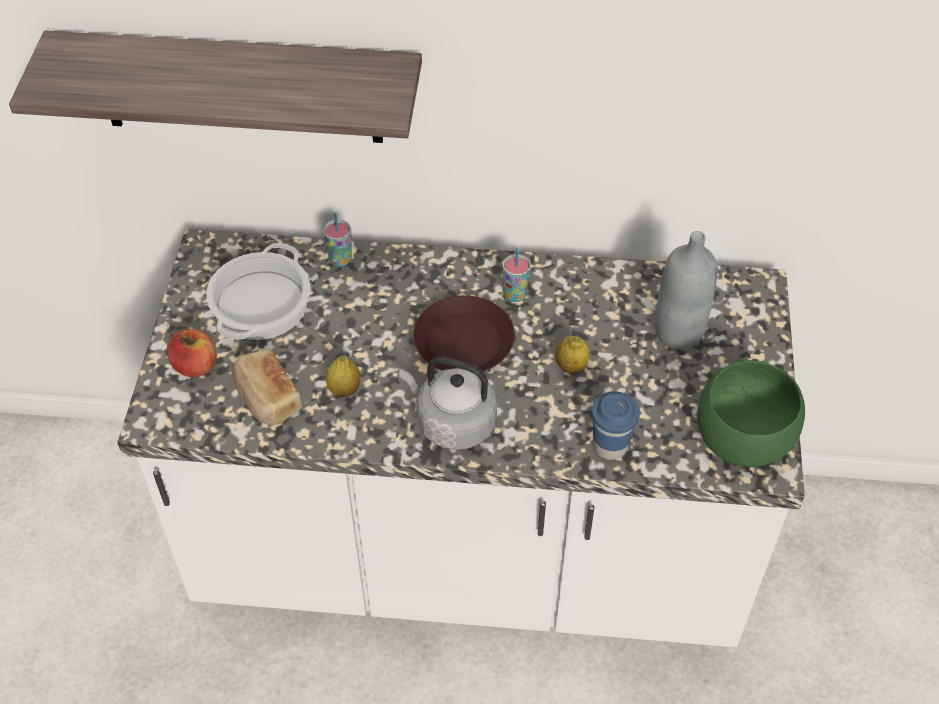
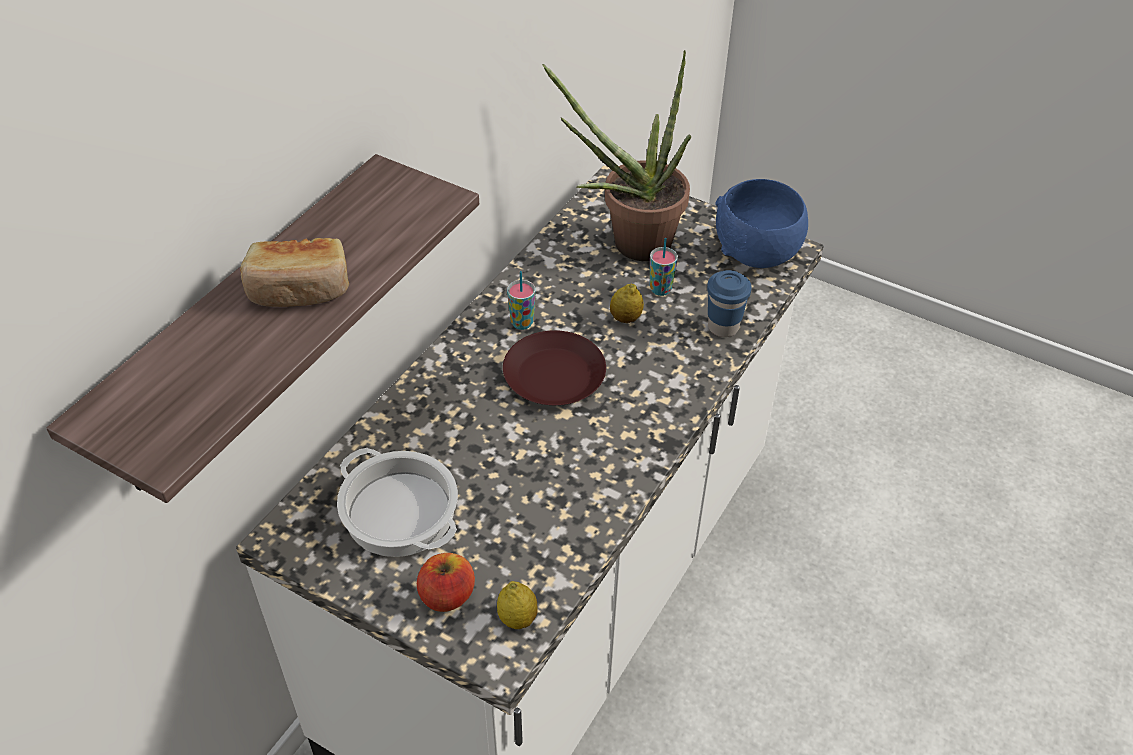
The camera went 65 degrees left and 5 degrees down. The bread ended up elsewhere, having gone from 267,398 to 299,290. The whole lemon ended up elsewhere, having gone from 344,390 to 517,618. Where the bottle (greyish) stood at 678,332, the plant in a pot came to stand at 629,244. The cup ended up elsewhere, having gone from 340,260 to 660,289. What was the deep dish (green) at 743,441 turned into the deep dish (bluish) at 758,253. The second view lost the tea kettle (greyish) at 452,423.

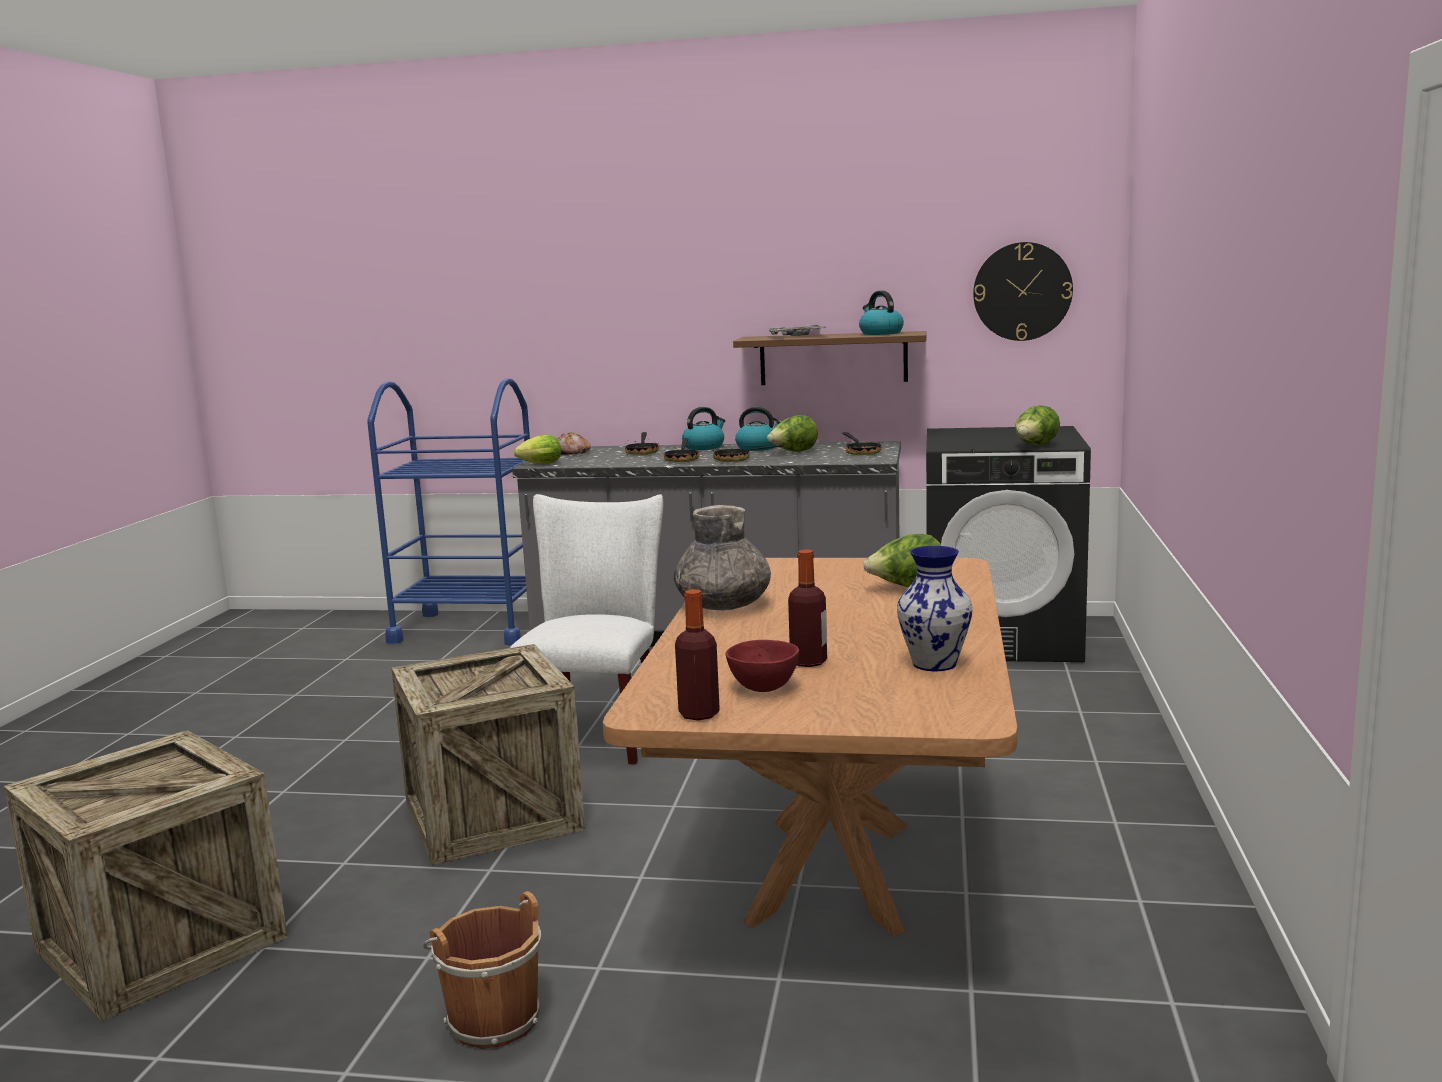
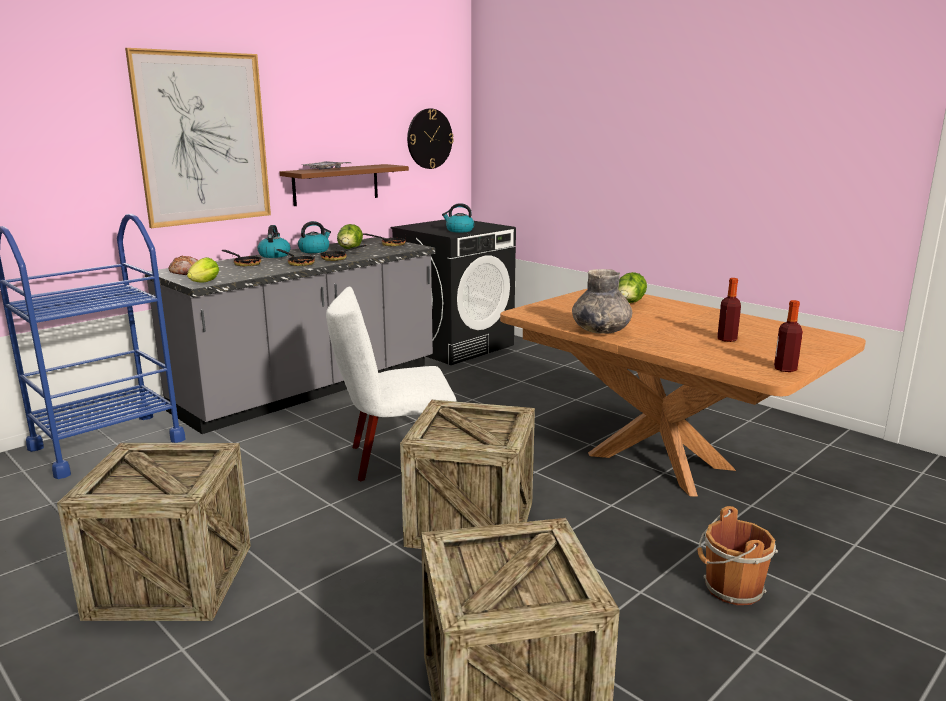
The camera went 55 degrees left and 5 degrees up. The second view gained the packing crate at 172,580. The second view gained the picture at 203,139. The chair (white-coloured) at 598,731 ended up facing another way, 60 degrees counterclockwise from before. The tea kettle ended up elsewhere, having gone from 880,333 to 459,230. The second view lost the deep dish (red-coloured) at 762,689. The second view lost the decorative vase at 934,664. The second view lost the lettuce head at 1035,446.

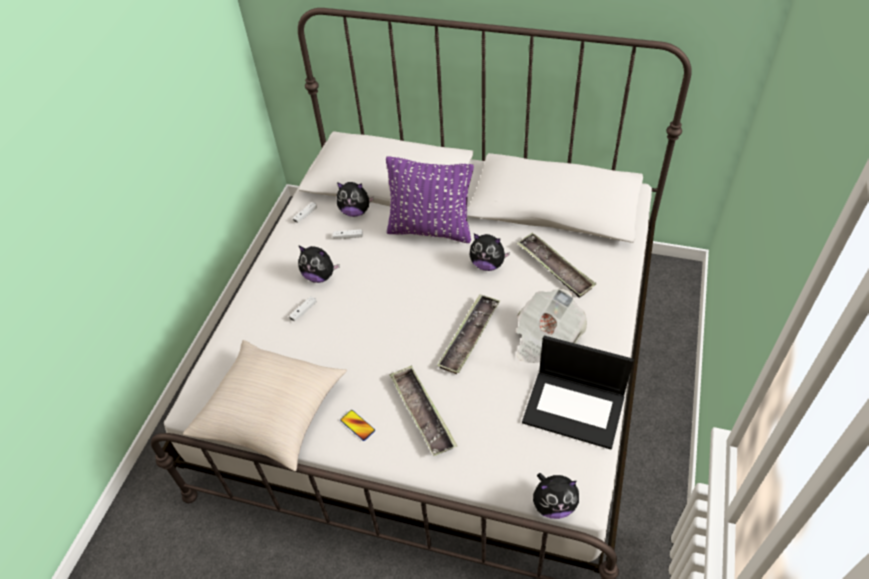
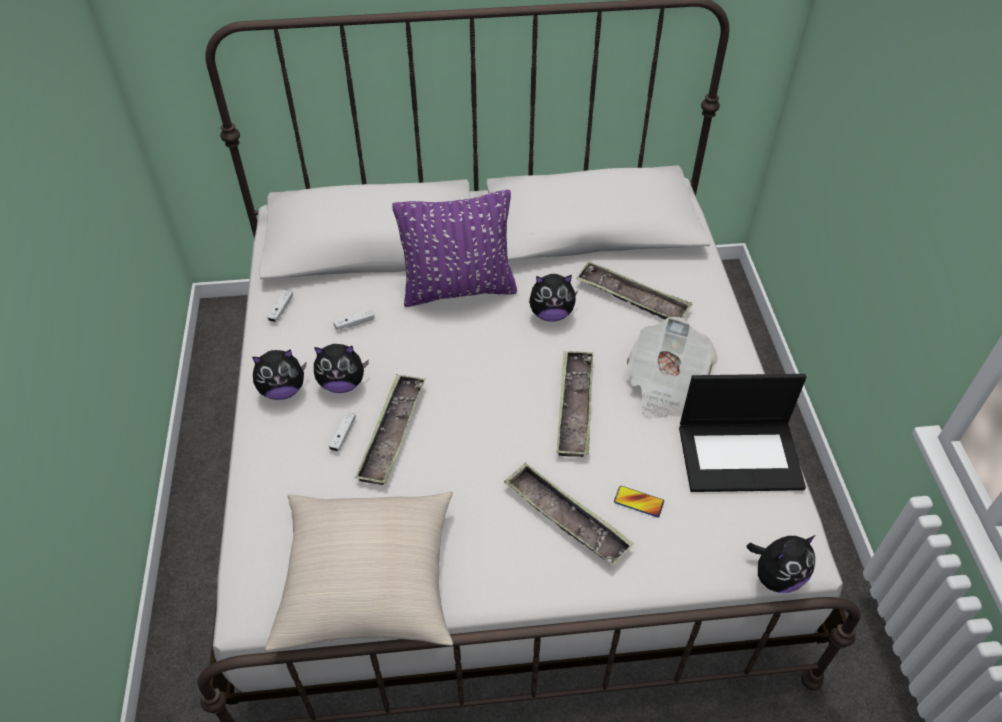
The camera went 25 degrees left and 0 degrees up. The cuddly toy ended up elsewhere, having gone from 355,211 to 283,390. The second view gained the tray at 392,433. The phone ended up elsewhere, having gone from 357,425 to 638,502.

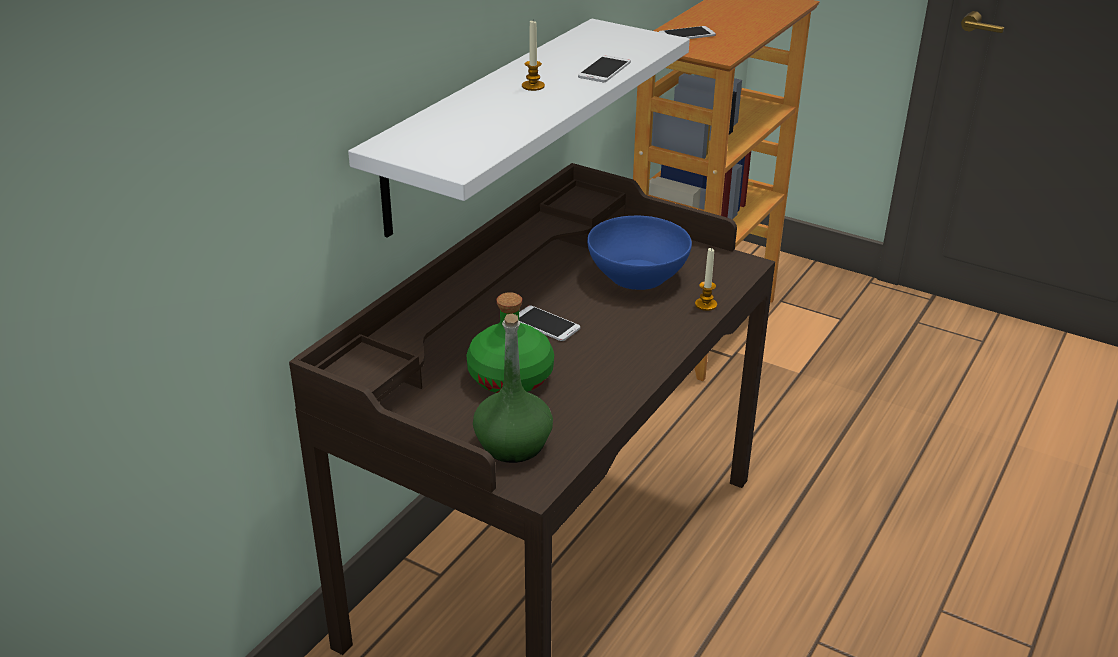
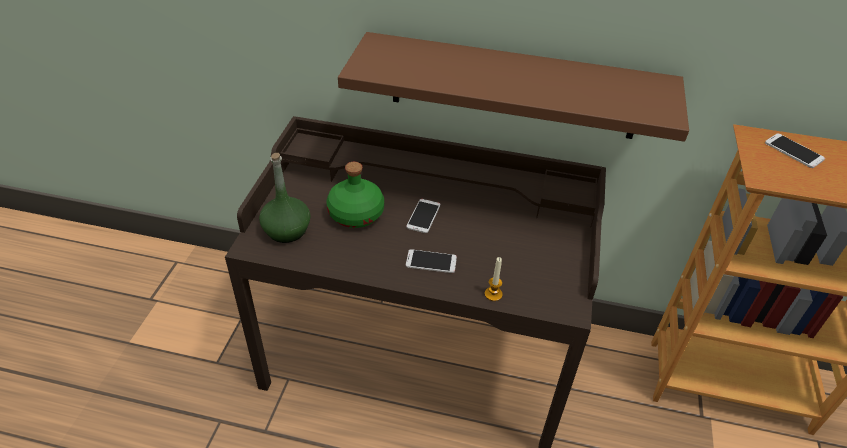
The camera went 70 degrees right and 10 degrees up. What was the bracket shelf (white-coloured) at 486,123 turned into the bracket shelf (brownish) at 514,87. The phone ended up elsewhere, having gone from 604,69 to 431,261. The second view lost the wax candle at 533,86. The second view lost the deep dish (bluish) at 637,275.

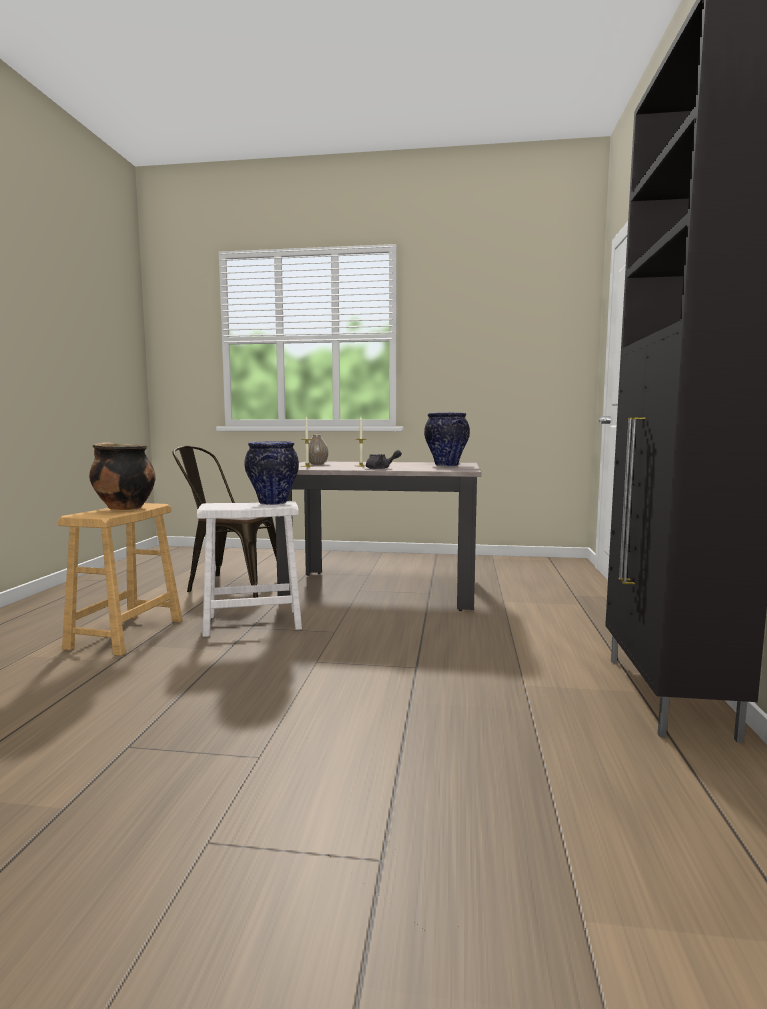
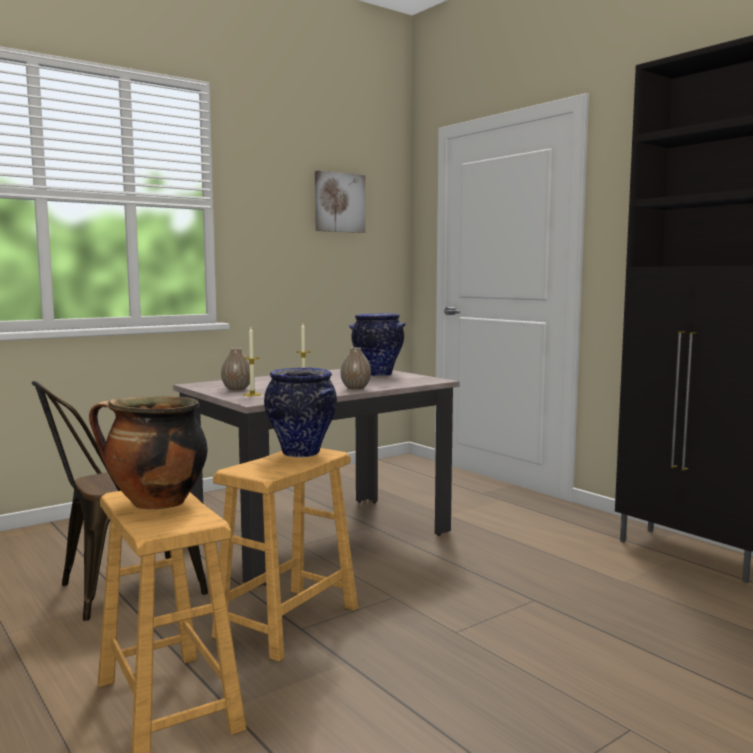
The camera went 45 degrees left and 0 degrees up. What was the sitting stool (white-coloured) at 253,622 turned into the sitting stool (brownish) at 287,622. The second view gained the picture at 339,202. Where the tea pot (greyish) stood at 381,468, the decorative vase came to stand at 355,388.

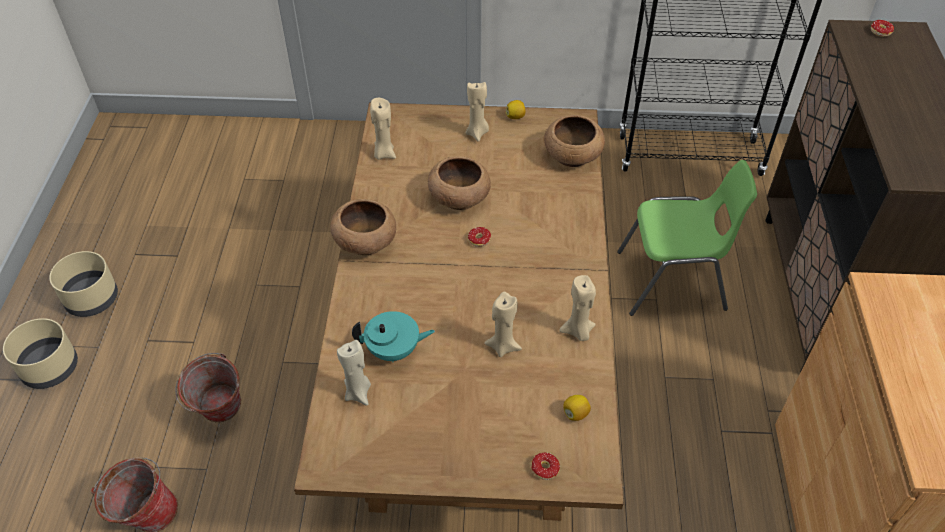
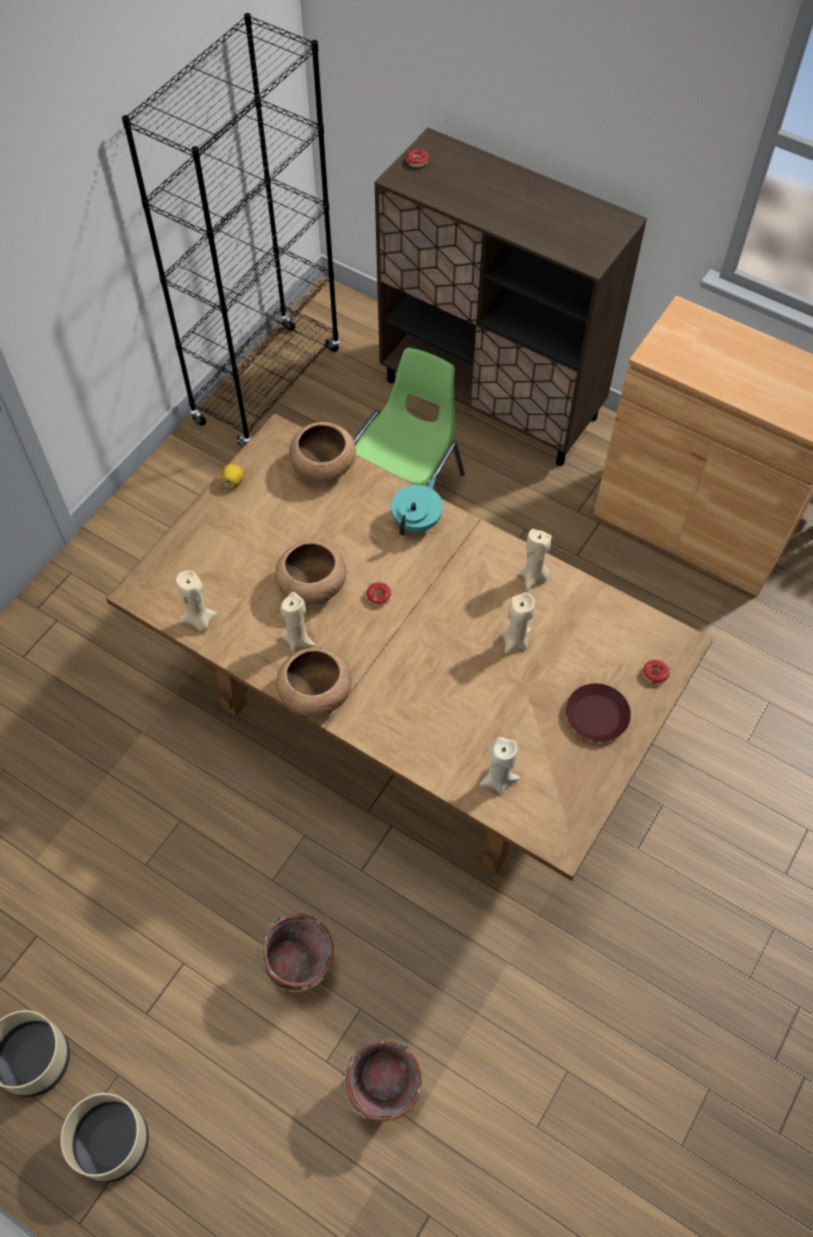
The camera went 60 degrees left and 10 degrees up. The wax candle (beige-coloured) ended up elsewhere, having gone from 477,133 to 298,640. The tea pot (turquoise-coloured) ended up elsewhere, having gone from 394,350 to 417,521. The second view gained the plate (brownish) at 596,715. The second view lost the whole lemon at 575,413.

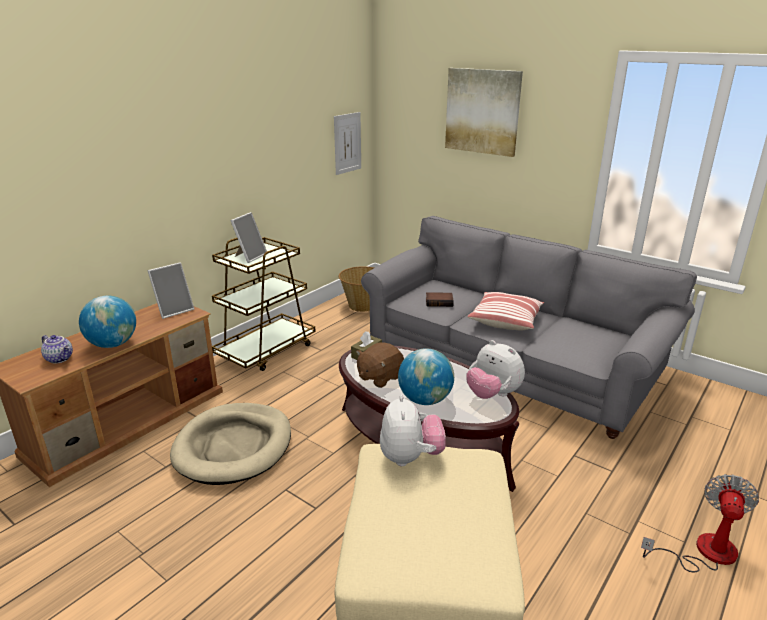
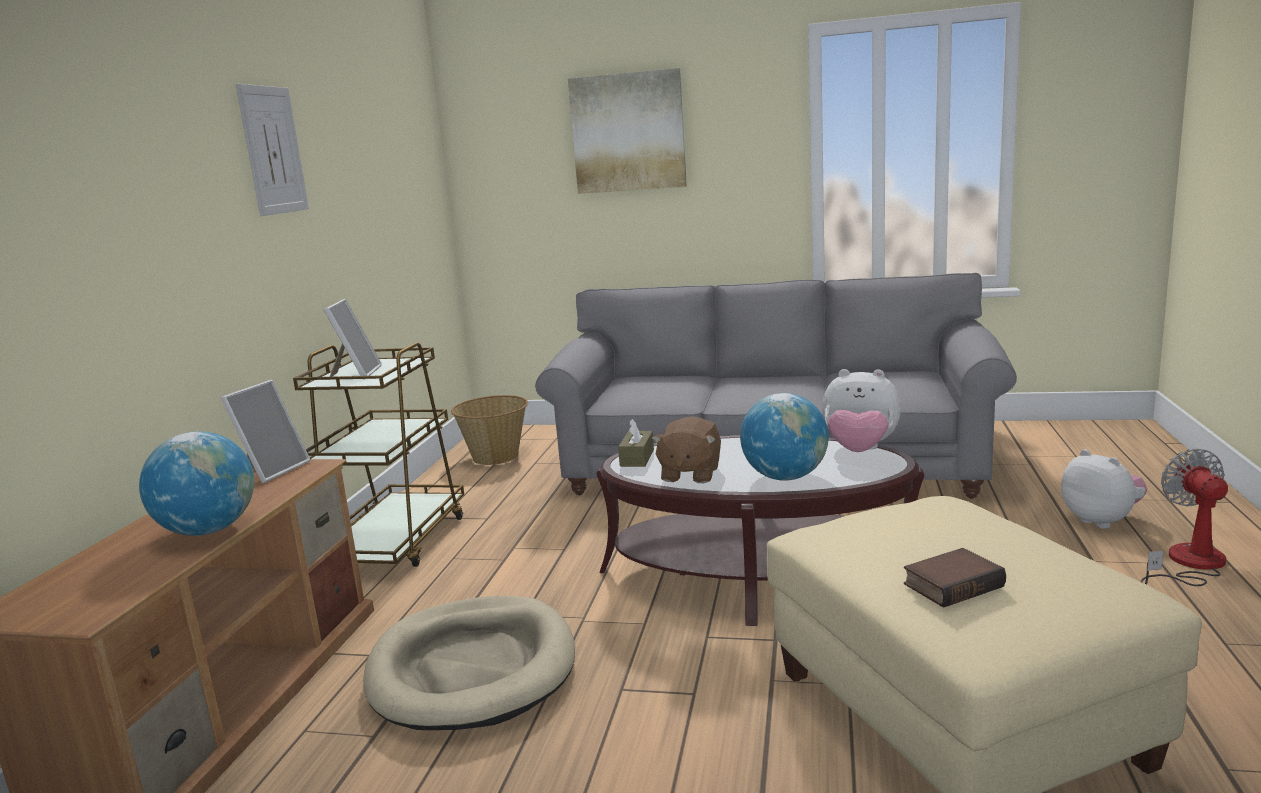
The camera went 25 degrees left and 10 degrees down. The picture ended up elsewhere, having gone from 347,143 to 273,150. The book ended up elsewhere, having gone from 439,302 to 952,584. The cuddly toy ended up elsewhere, having gone from 410,457 to 1101,521. The second view lost the tea pot at 60,358. The second view lost the pillow at 505,320.

